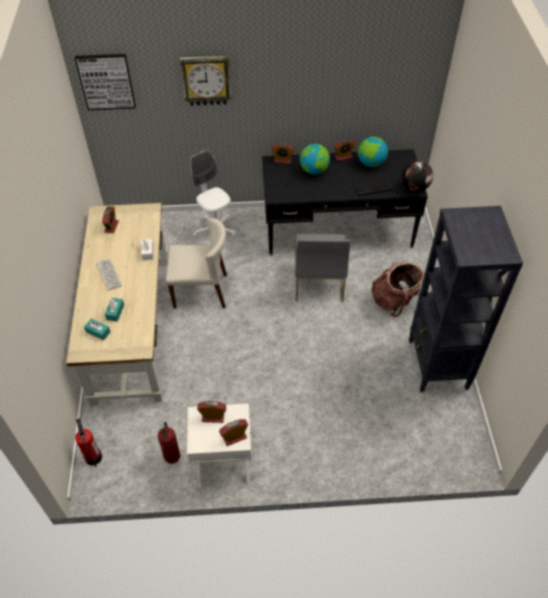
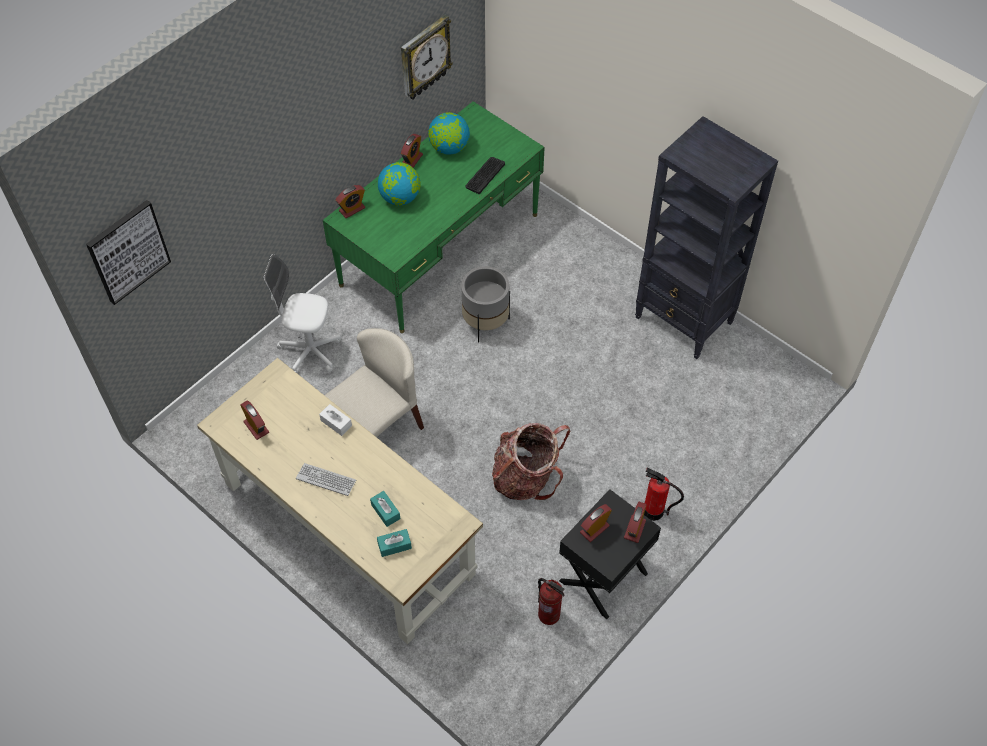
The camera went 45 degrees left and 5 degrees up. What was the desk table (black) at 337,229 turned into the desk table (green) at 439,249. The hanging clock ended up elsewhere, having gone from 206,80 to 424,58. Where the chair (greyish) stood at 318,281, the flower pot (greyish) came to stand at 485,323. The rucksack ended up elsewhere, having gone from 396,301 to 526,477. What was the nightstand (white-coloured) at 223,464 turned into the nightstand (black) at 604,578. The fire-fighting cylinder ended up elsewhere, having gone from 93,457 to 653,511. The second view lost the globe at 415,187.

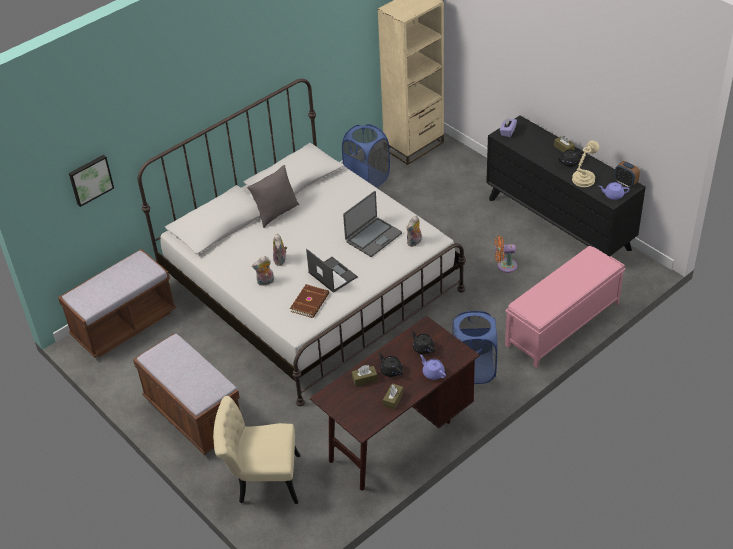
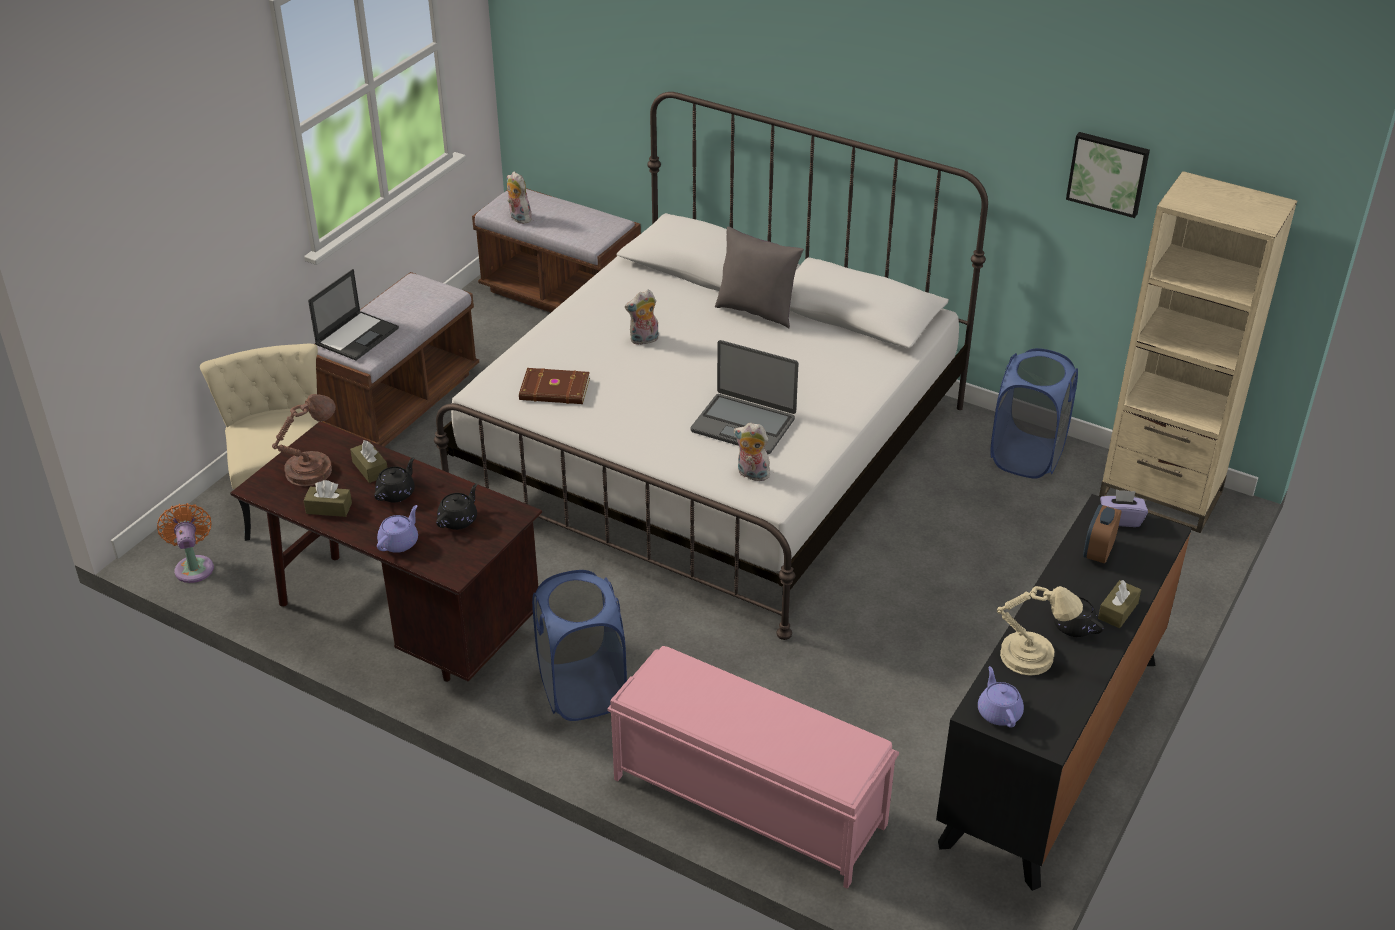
The camera went 70 degrees right and 5 degrees down. The electric fan (orange) ended up elsewhere, having gone from 504,266 to 194,566. The second view gained the lamp for a table (brownish) at 312,470. The laptop ended up elsewhere, having gone from 332,274 to 357,335. The cuddly toy ended up elsewhere, having gone from 265,282 to 518,218. The picture ended up elsewhere, having gone from 90,179 to 1108,173. The alarm clock ended up elsewhere, having gone from 625,183 to 1098,552.

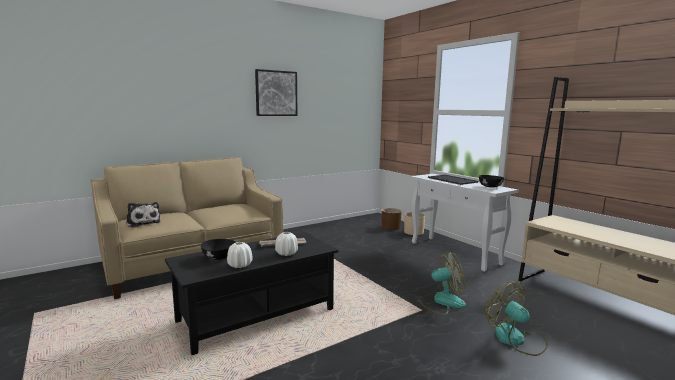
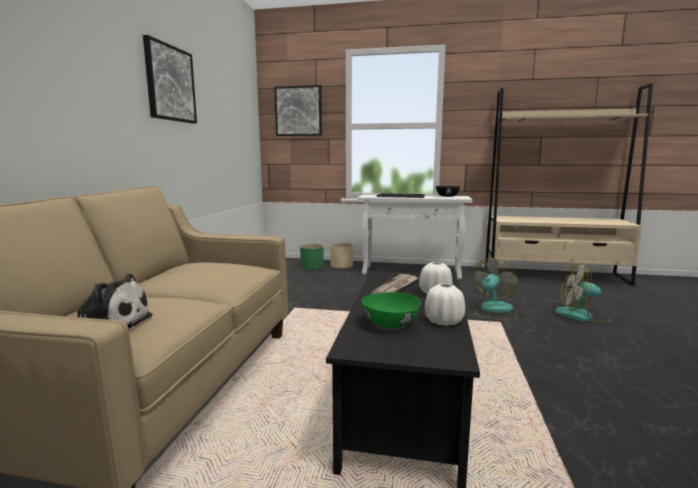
The camera went 45 degrees left and 0 degrees up. The second view gained the picture at 298,111. What was the flower pot (brownish) at 391,227 turned into the flower pot (green) at 312,266. What was the deep dish (black) at 218,257 turned into the deep dish (green) at 390,324.

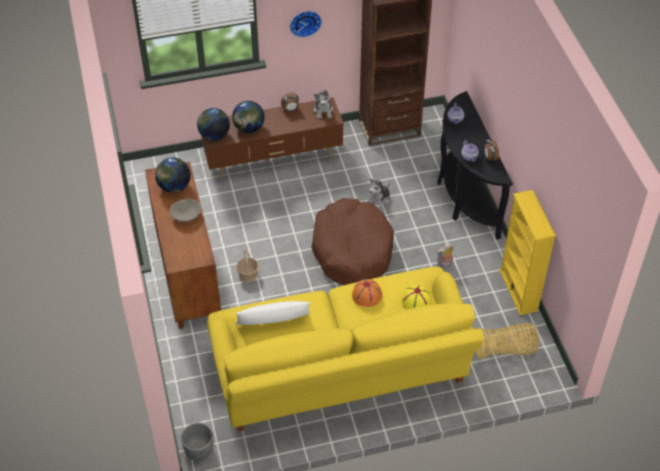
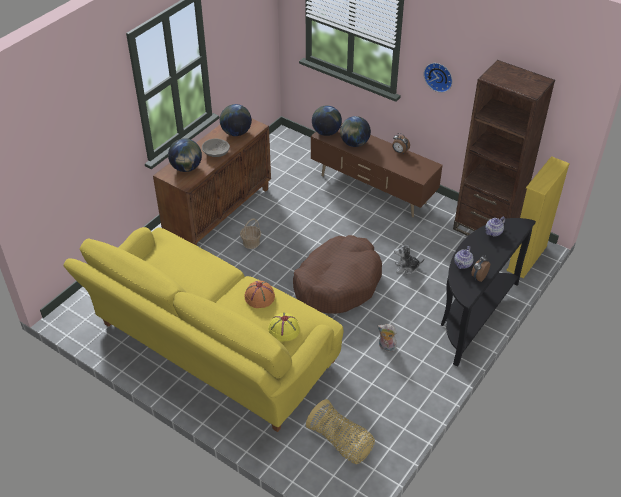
The camera went 50 degrees right and 5 degrees down. The second view gained the globe at 186,168. The bookshelf (yellow) ended up elsewhere, having gone from 518,290 to 527,258. The second view lost the flower pot (greyish) at 199,450. The second view lost the pillow (white-coloured) at 274,324. The second view lost the cuddly toy at 323,111.

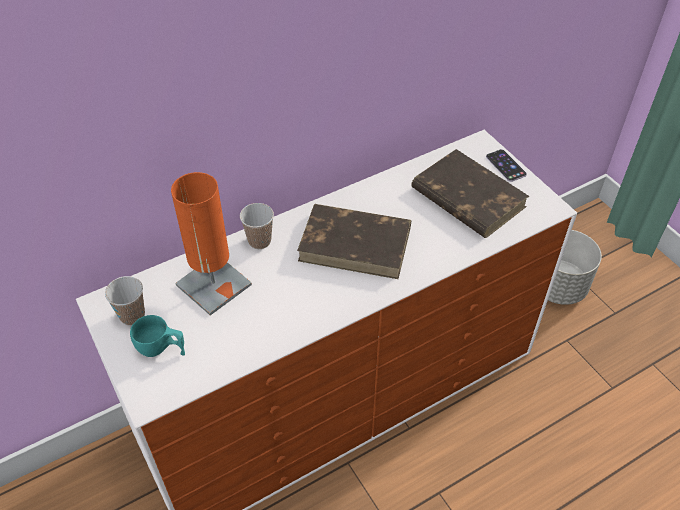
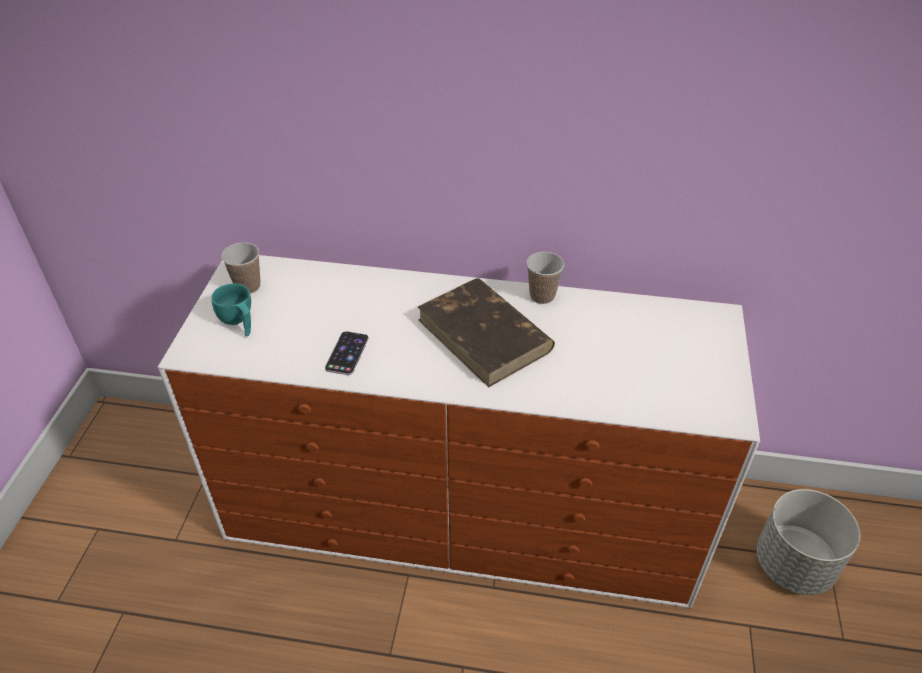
The camera went 40 degrees right and 5 degrees down. The phone ended up elsewhere, having gone from 506,165 to 347,353. The cup ended up elsewhere, having gone from 259,241 to 542,296. The second view lost the lamp for a table (orange) at 213,285. The second view lost the book (brownish) at 467,197.

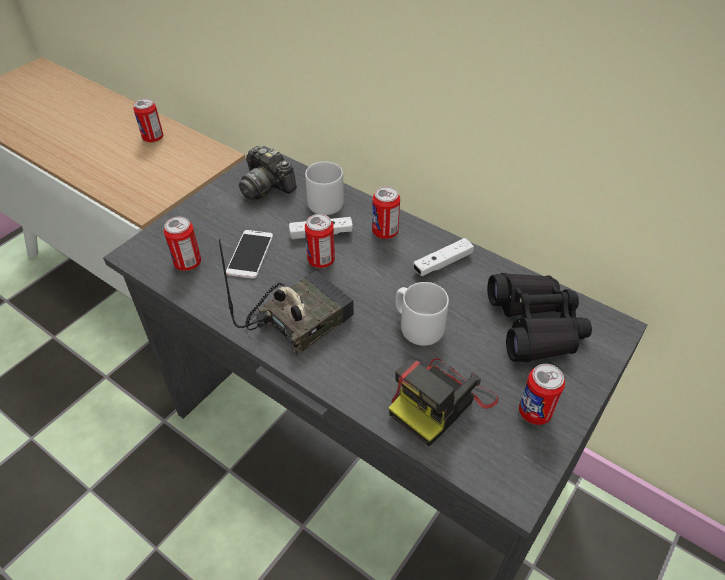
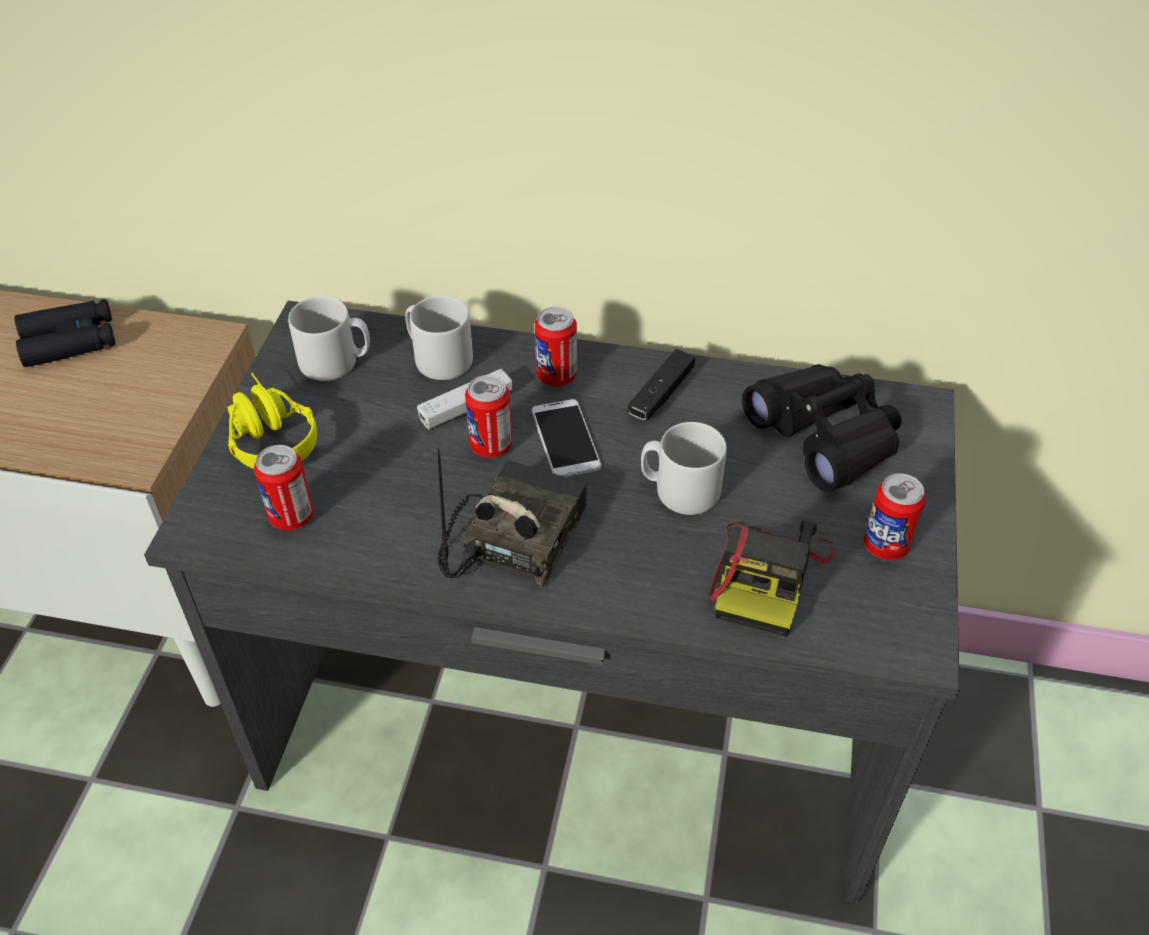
The camera went 25 degrees left and 0 degrees up. Where the can stood at 153,138, the pair of binoculars (black) came to stand at 70,341. The second view gained the headset (yellow) at 267,435. Where the still camera stood at 266,186, the coffee mug (greyish) came to stand at 336,362. The phone ended up elsewhere, having gone from 250,254 to 565,439. What was the game controller (white-coloured) at 442,263 turned into the game controller (black) at 661,394.

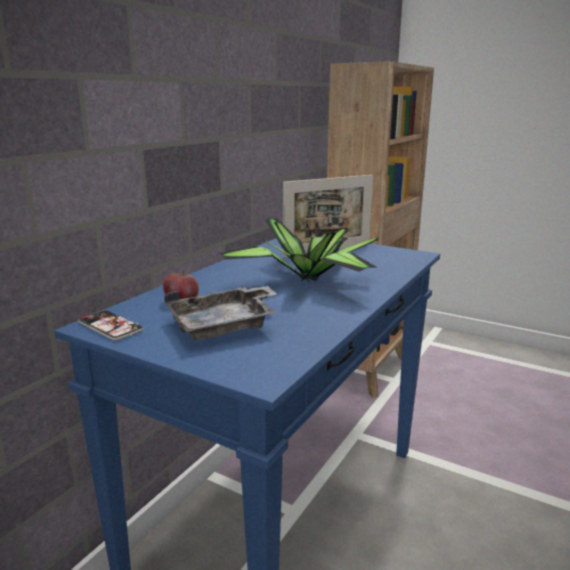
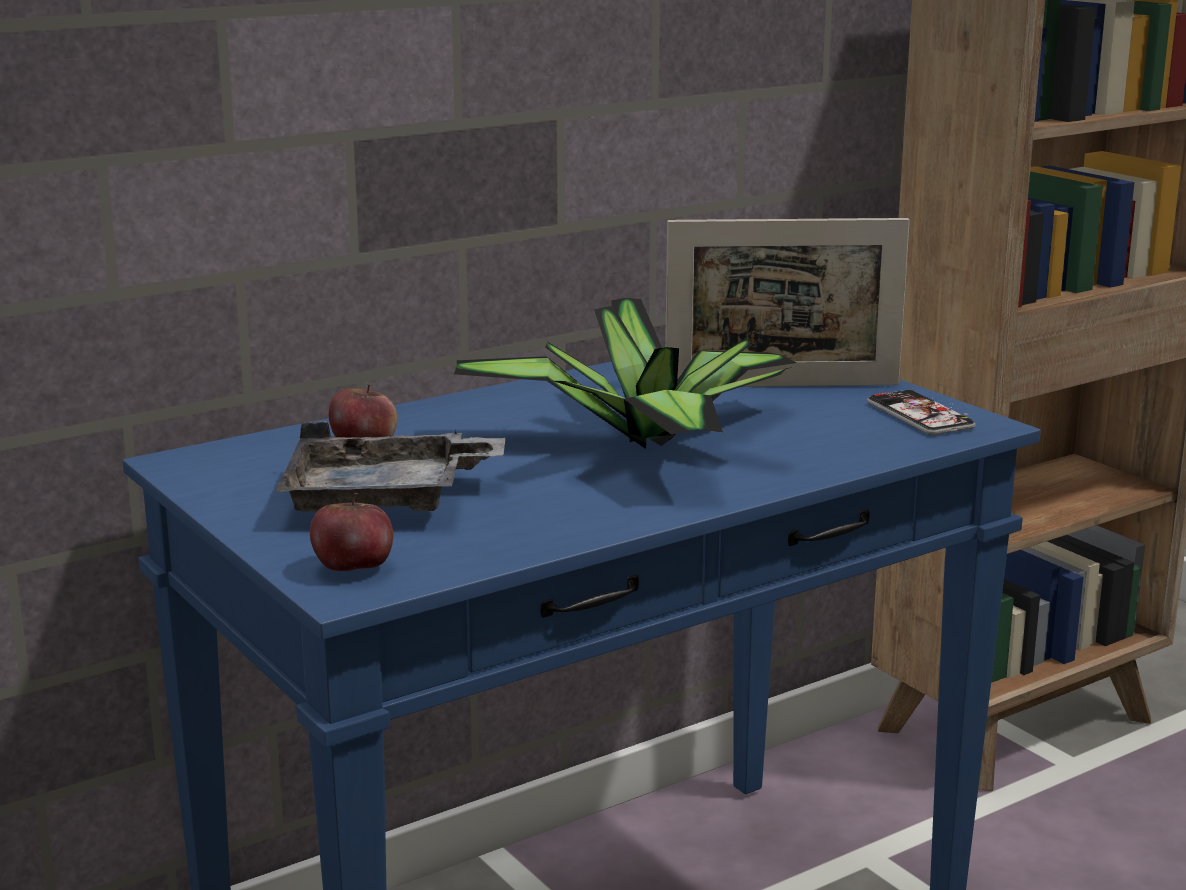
The camera went 25 degrees right and 0 degrees up. The second view gained the apple fruit at 353,568. The phone ended up elsewhere, having gone from 110,326 to 919,415.

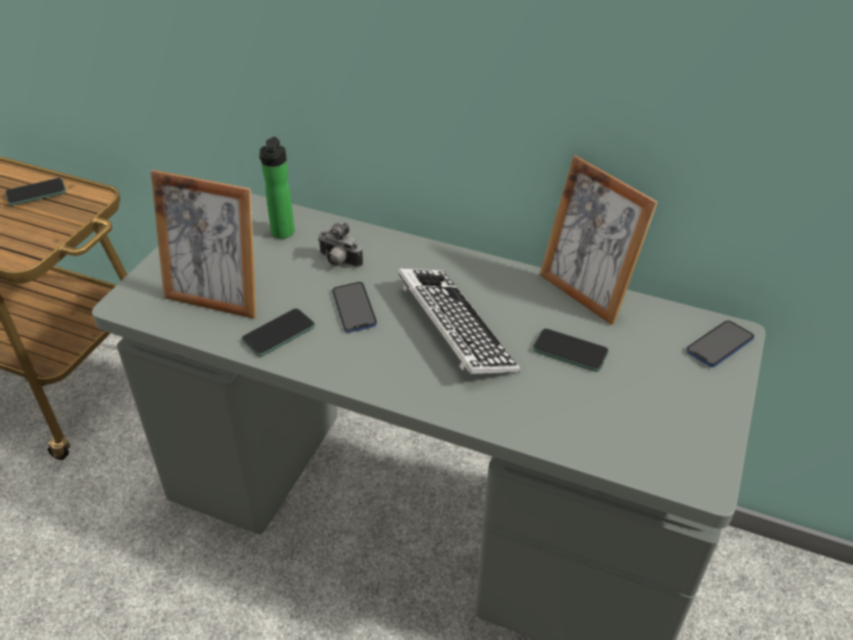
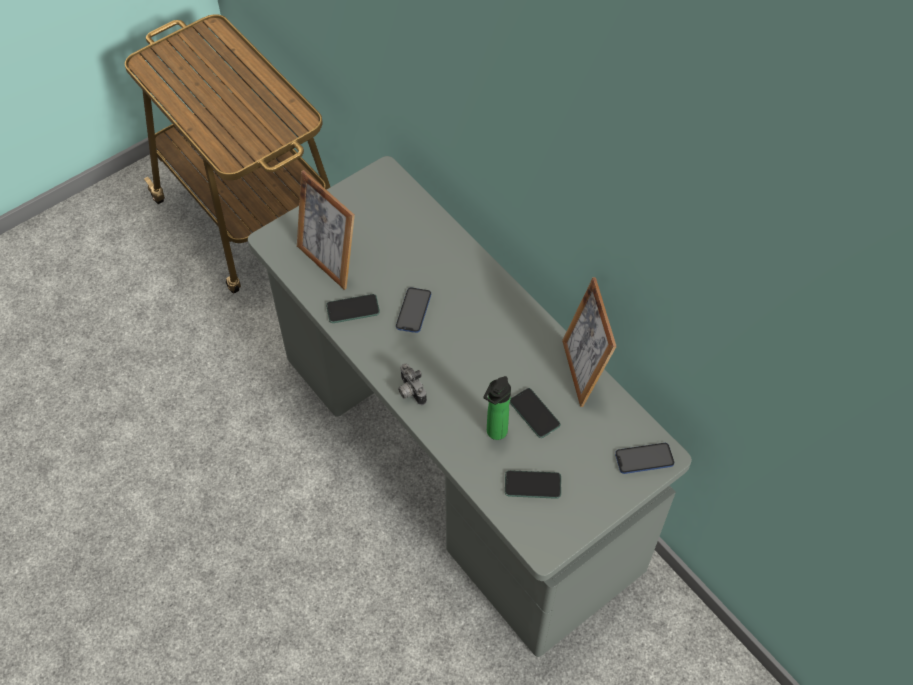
The camera went 30 degrees right and 15 degrees up. The still camera ended up elsewhere, having gone from 338,262 to 409,391. The bottle ended up elsewhere, having gone from 282,234 to 495,433. The phone ended up elsewhere, having gone from 36,193 to 532,485. The second view lost the keyboard at 454,328.

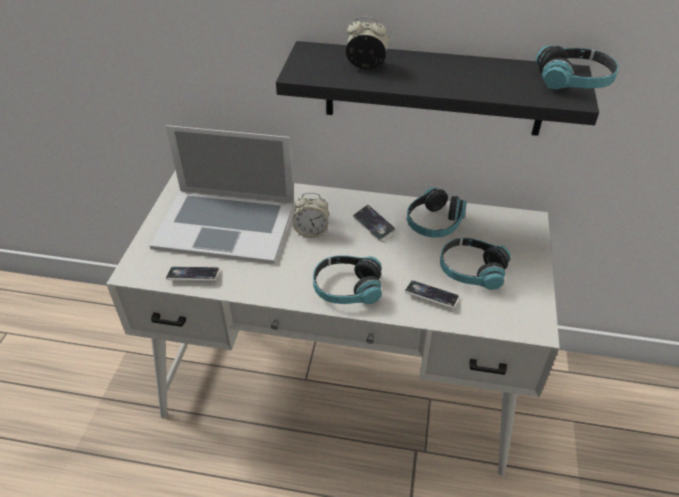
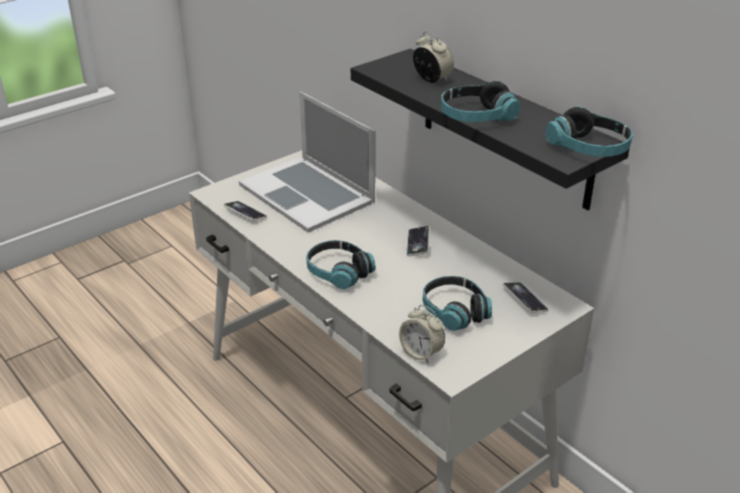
The camera went 40 degrees right and 10 degrees down. The alarm clock ended up elsewhere, having gone from 311,231 to 421,353. The headset ended up elsewhere, having gone from 434,223 to 477,116. The phone ended up elsewhere, having gone from 431,296 to 524,300.

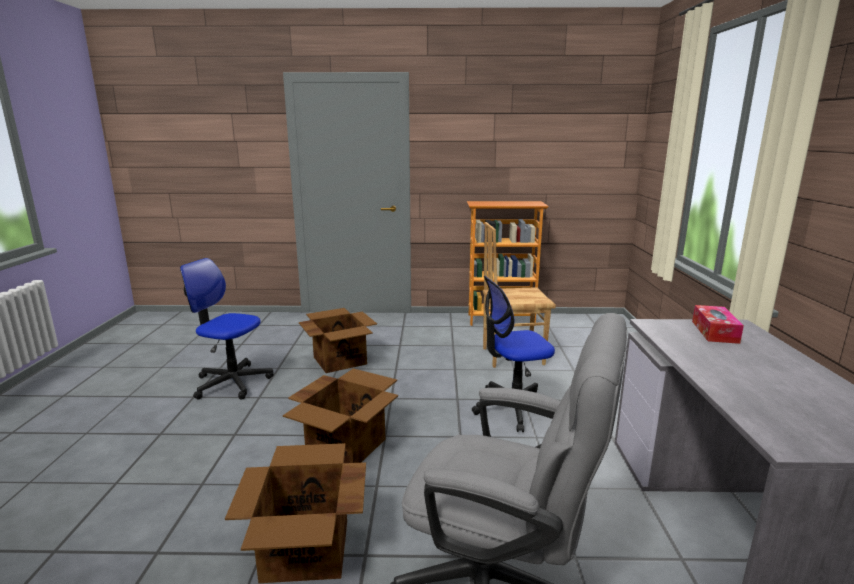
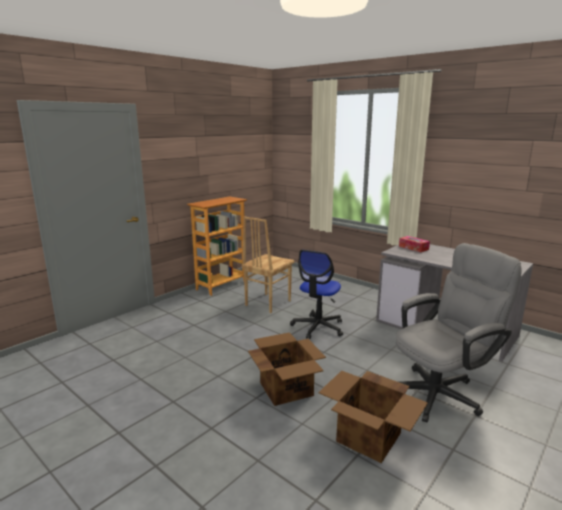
The camera went 50 degrees left and 0 degrees up. The second view lost the office chair at 232,382. The second view lost the cardboard box at 340,360.

